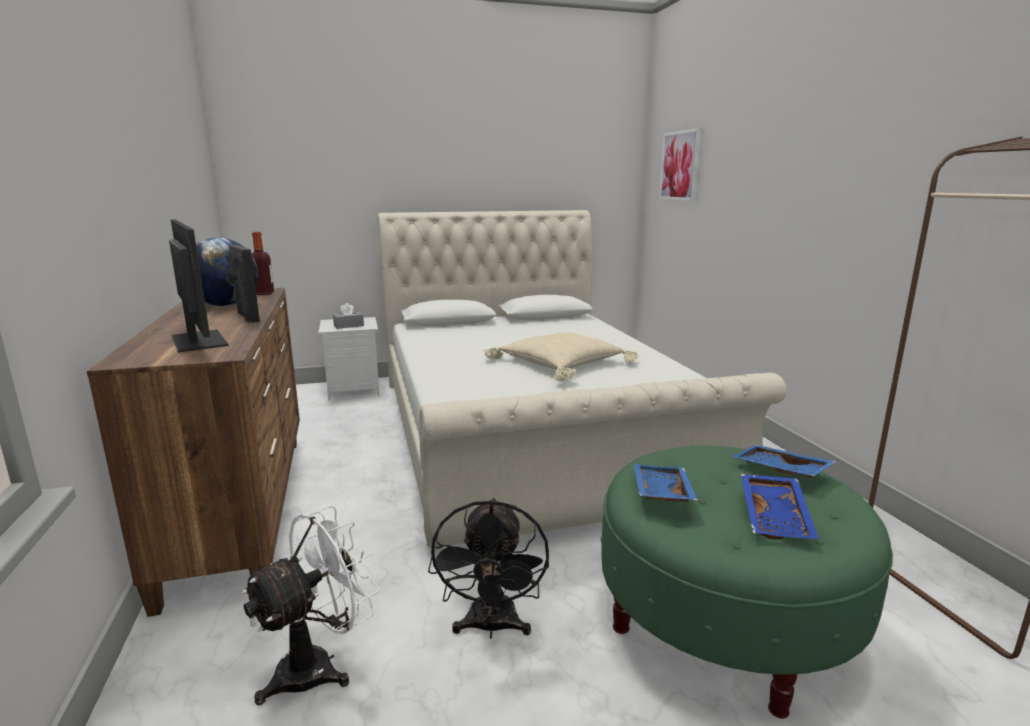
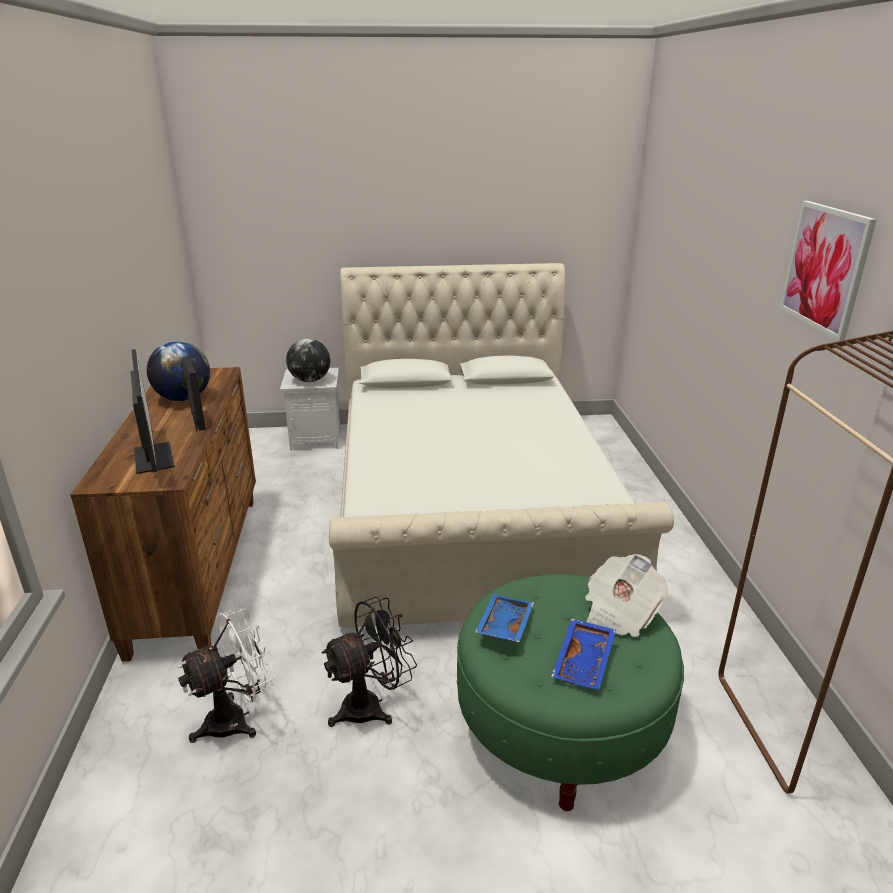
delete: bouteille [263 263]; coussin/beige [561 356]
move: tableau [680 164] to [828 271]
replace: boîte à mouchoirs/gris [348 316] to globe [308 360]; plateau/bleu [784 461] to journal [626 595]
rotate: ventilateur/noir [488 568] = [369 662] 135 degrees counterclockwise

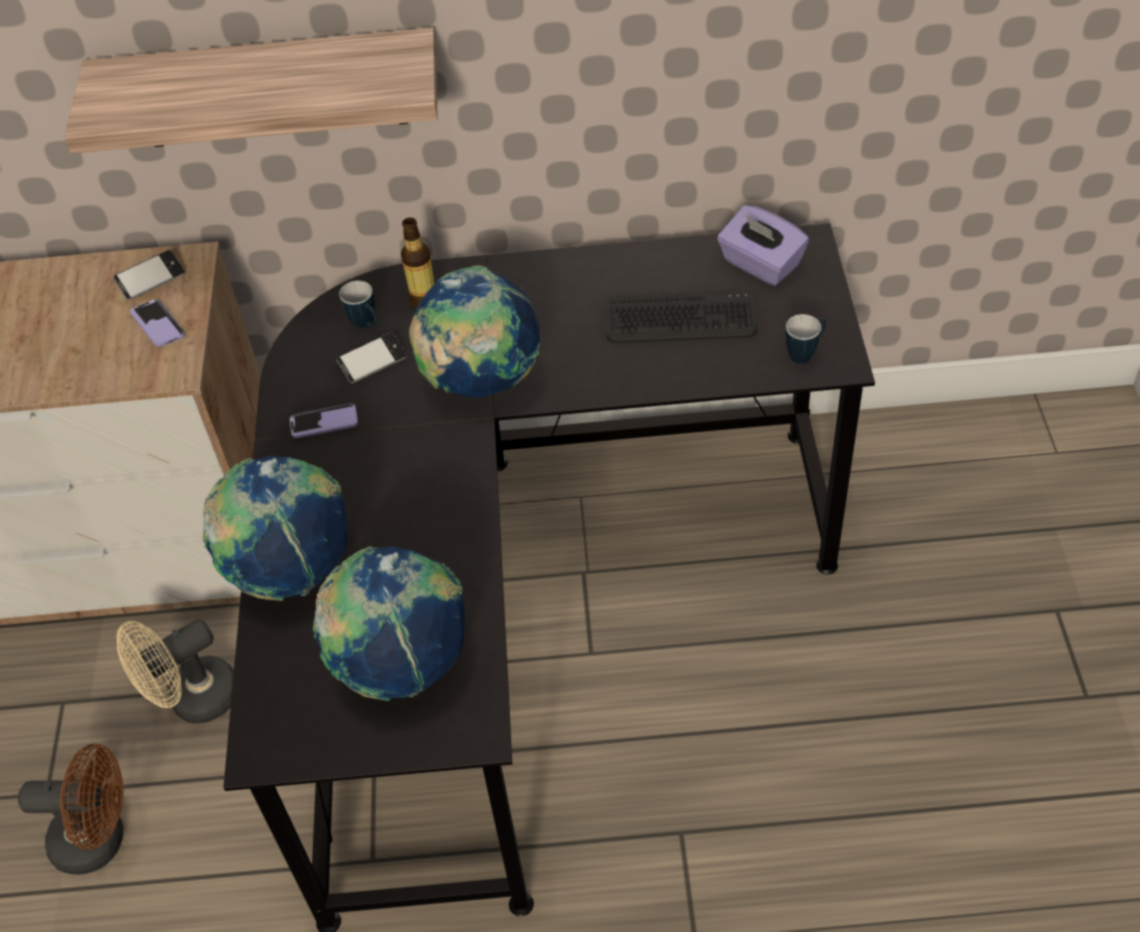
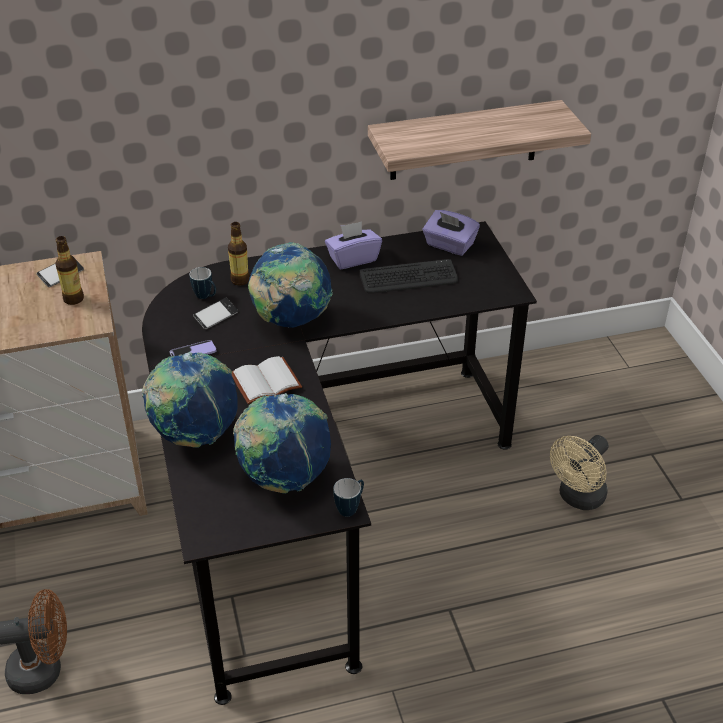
insert: livre/blanc [267 380]; boîte à mouchoirs/violet [353 245]
move: étagère [251 90] to [479 140]; ventilateur/beige [175 671] to [579 472]; mug [805 339] to [348 497]
replace: téléphone [157 323] to bouteille [69 270]

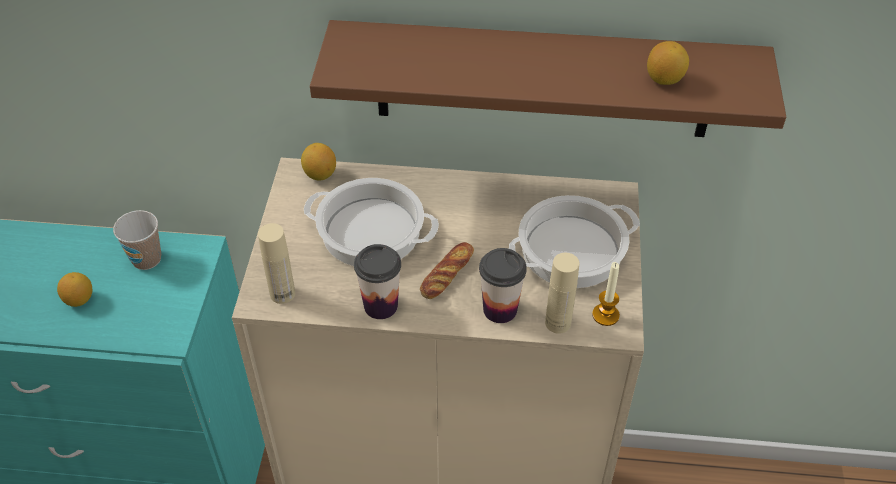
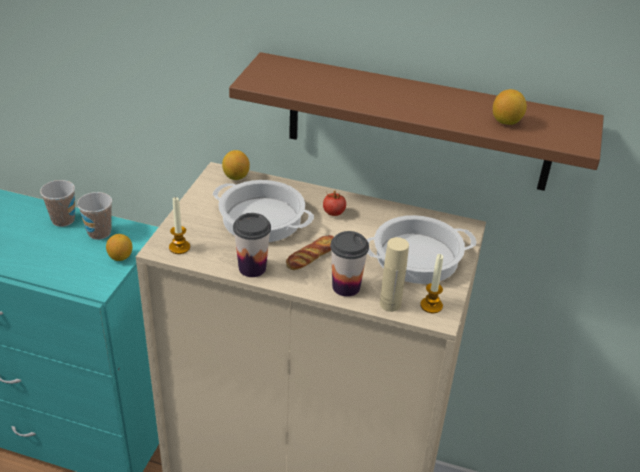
insert: tasse [57 203]; tomate [334 203]
move: citron [74 289] to [119 247]
replace: bouteille/beige [276 263] to bougie [179 225]

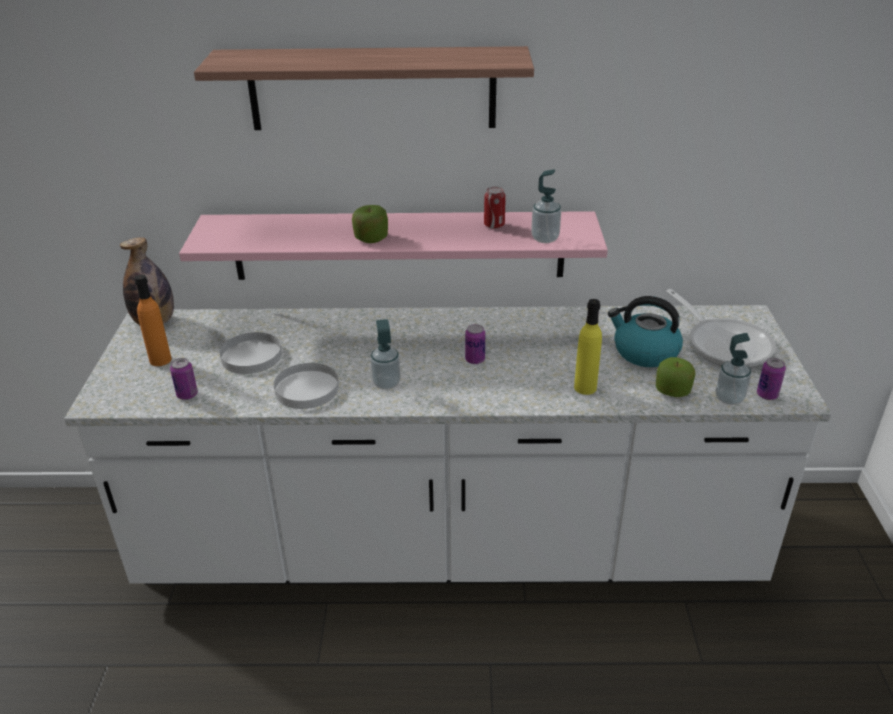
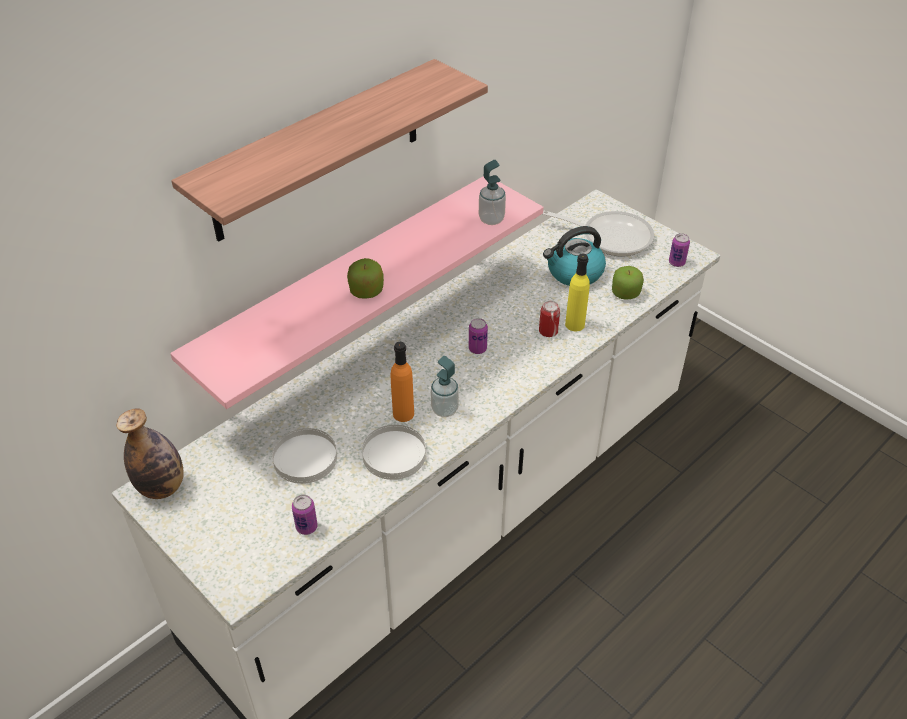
delete: distributeur de savon [733 369]
move: bouteille/orange [153 320] to [402 382]; boîte métallique [495 208] to [549 319]

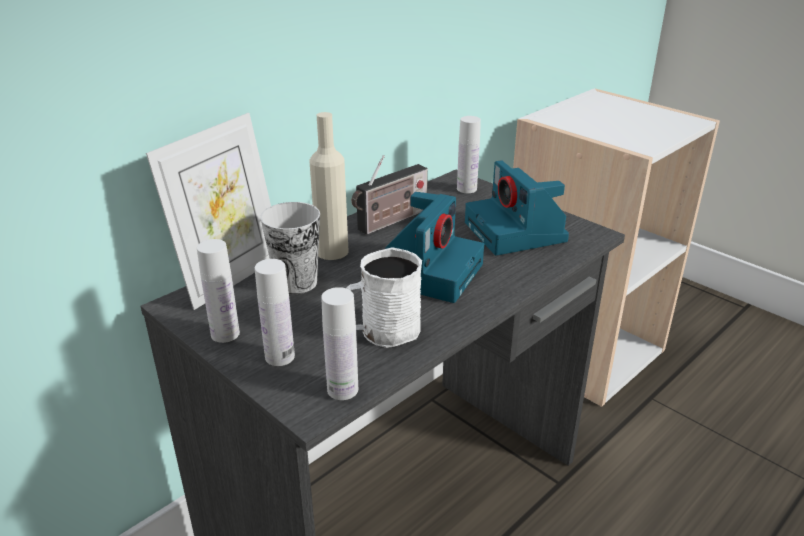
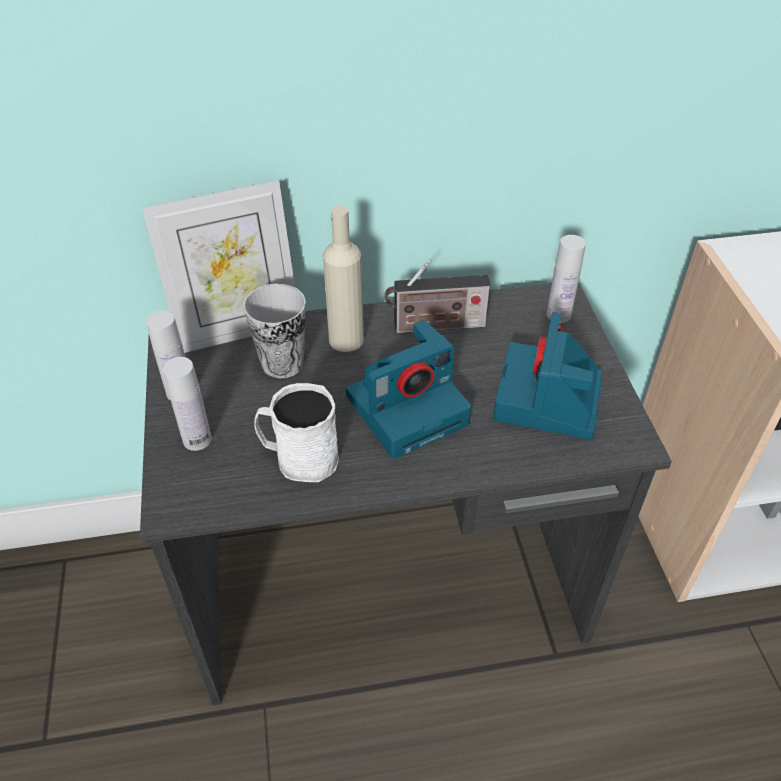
delete: bouteille/blanc [339 343]

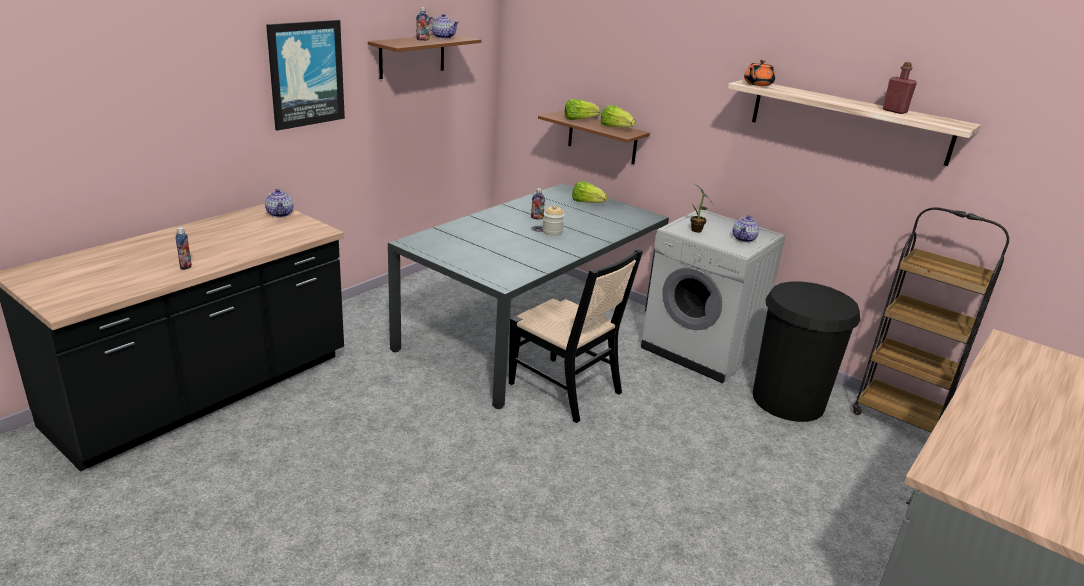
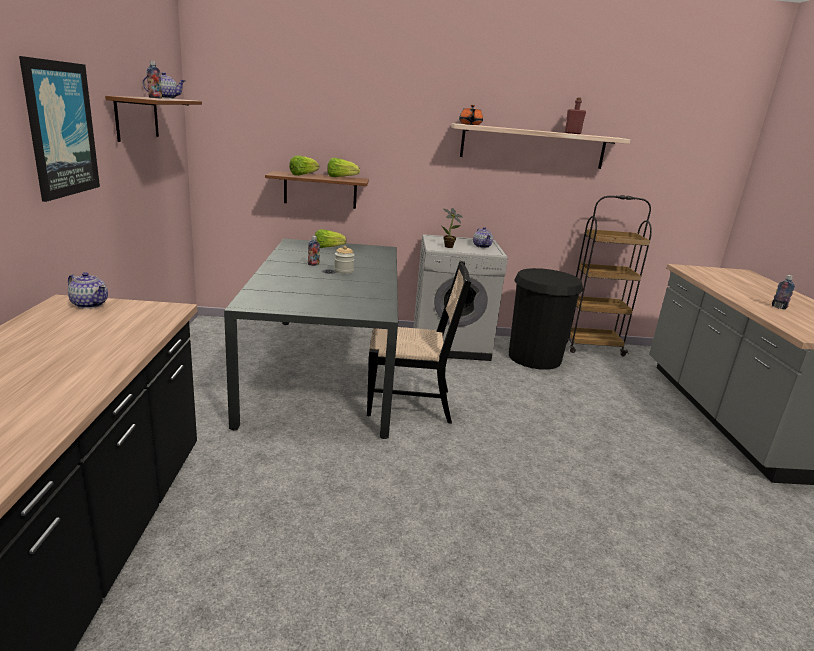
move: bouteille [183 248] to [783 292]

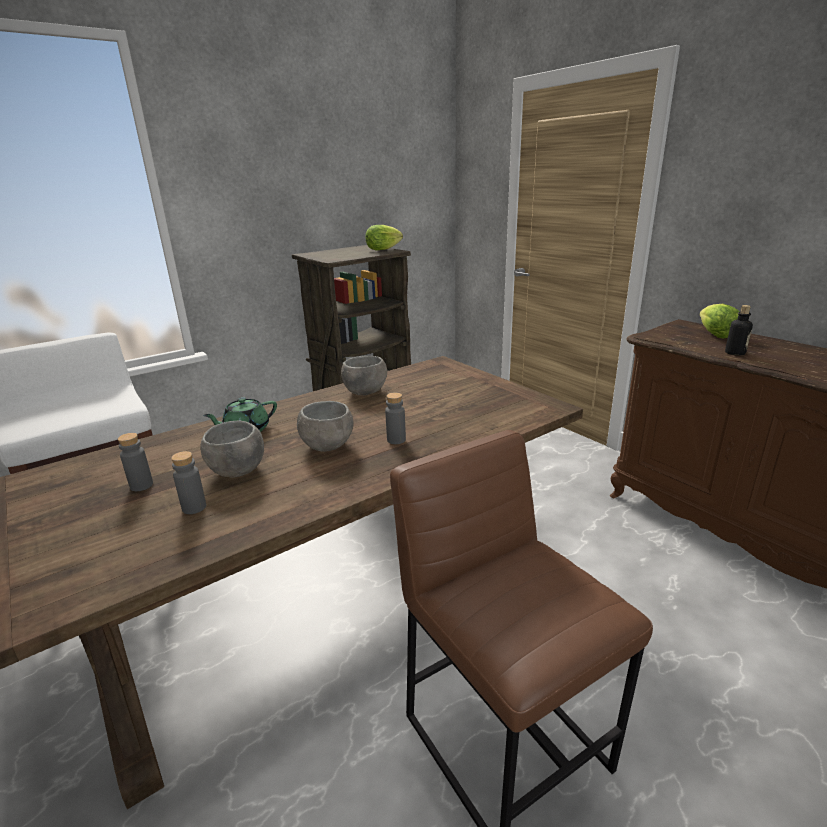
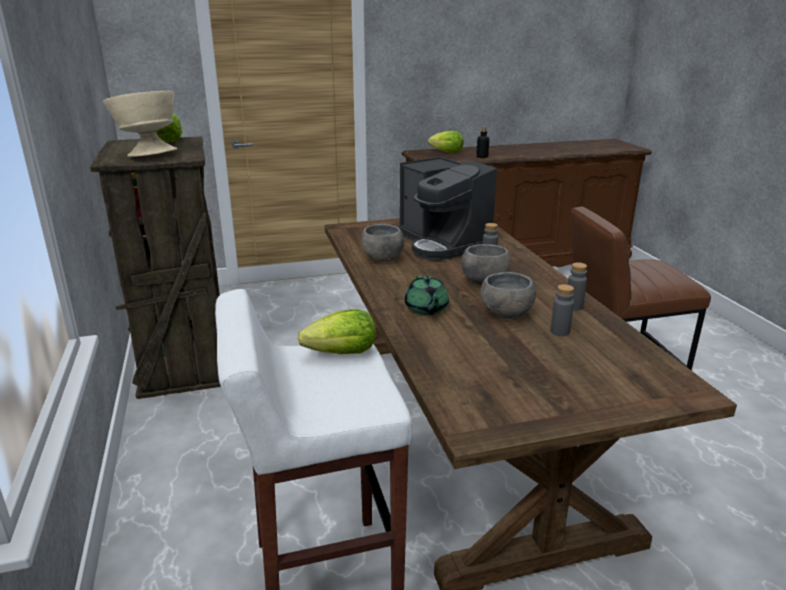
insert: bol/beige [140 124]; laitue [337 331]; machine à café [447 208]
move: bouteille/gris [135 462] to [577 286]

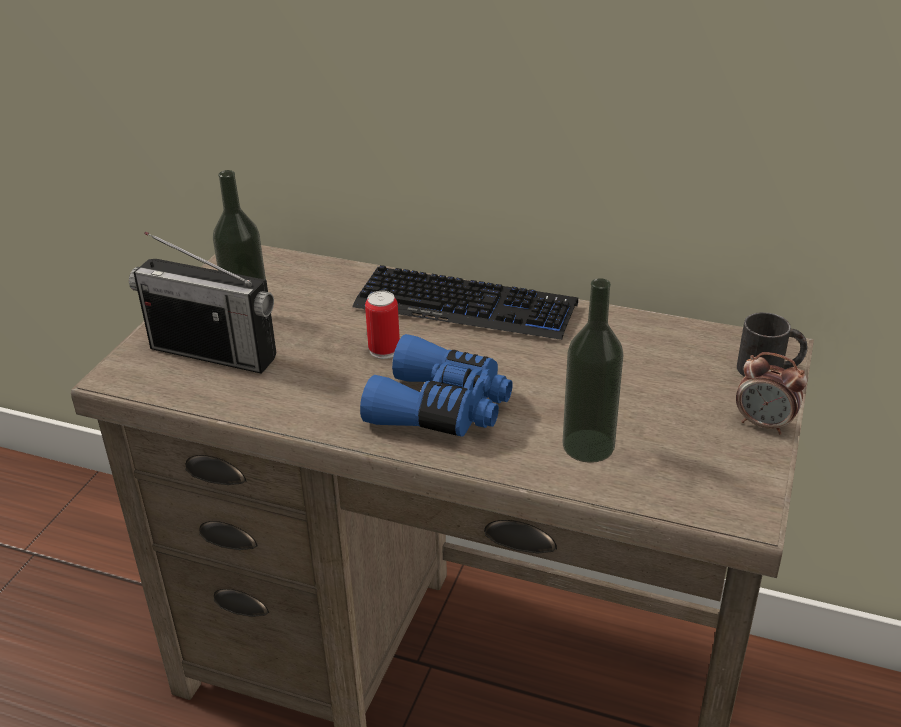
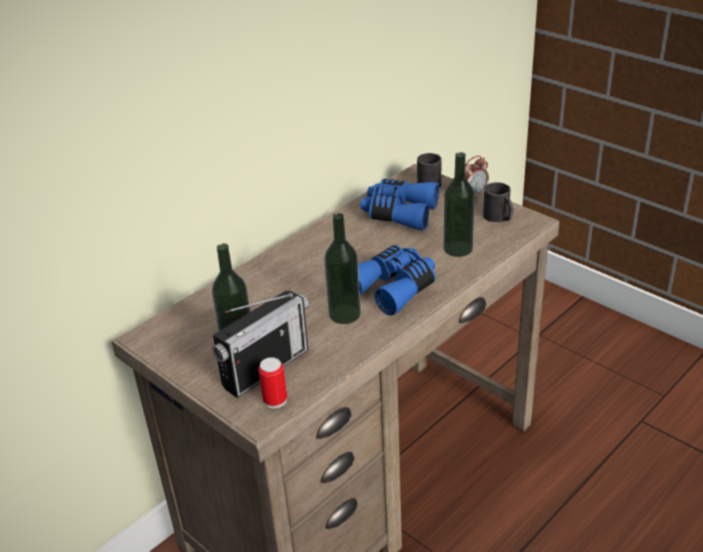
delete: clavier [465 302]
insert: bouteille [342 268]; jumelles/bleu [399 204]; mug/noir [498 202]
move: boîte métallique [382 325] to [272 382]

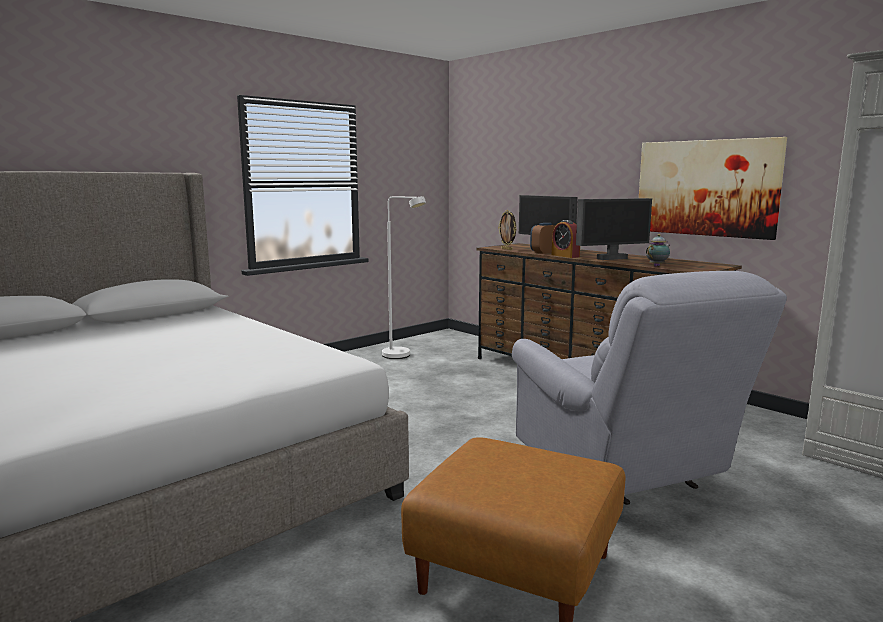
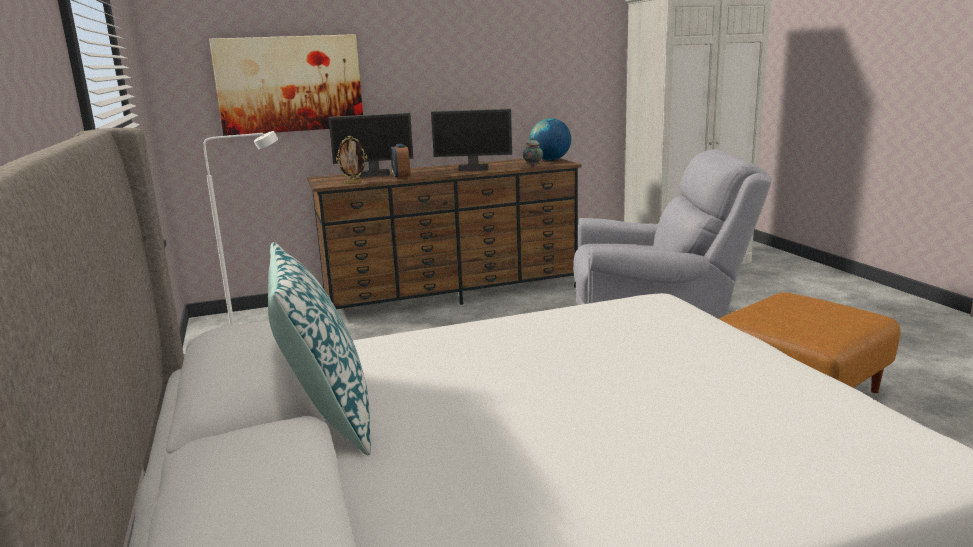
delete: réveil [566 239]
insert: coussin [319 348]; globe [550 139]
move: tableau [713 188] to [286 85]
rotate: écran d'ordinateur [614 229] = [471 140] 90 degrees clockwise

